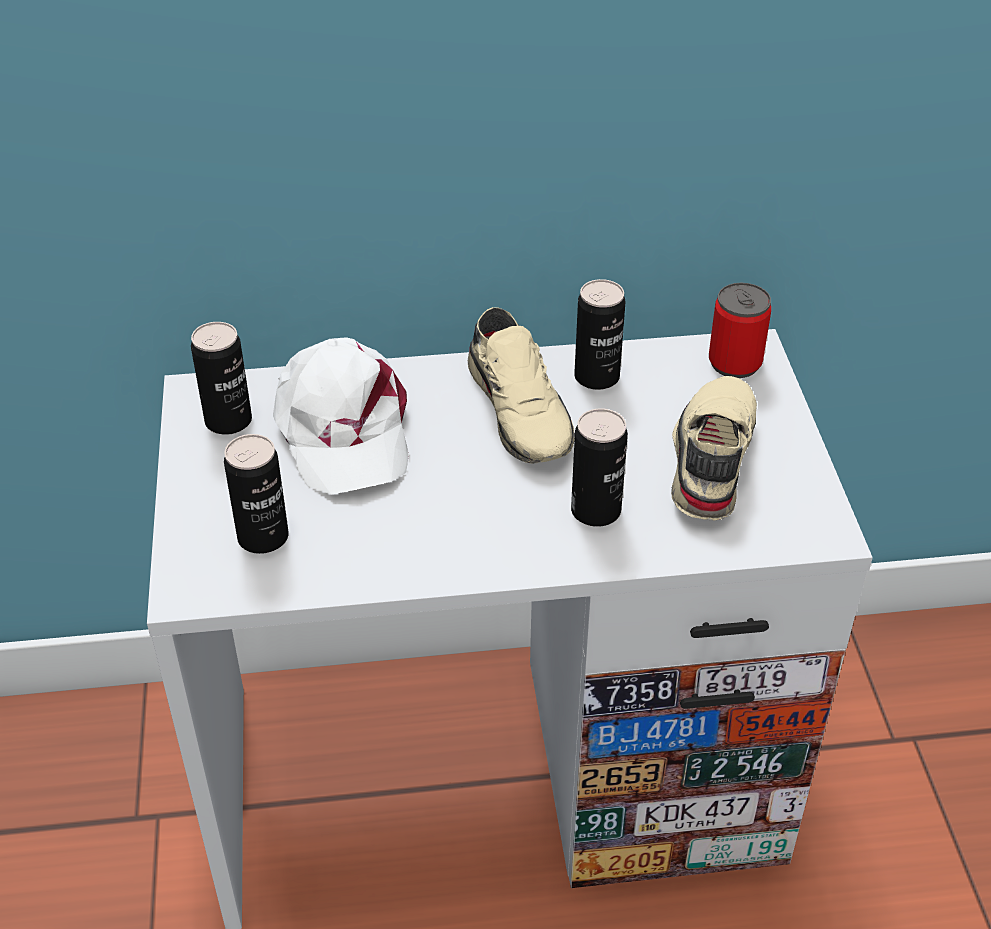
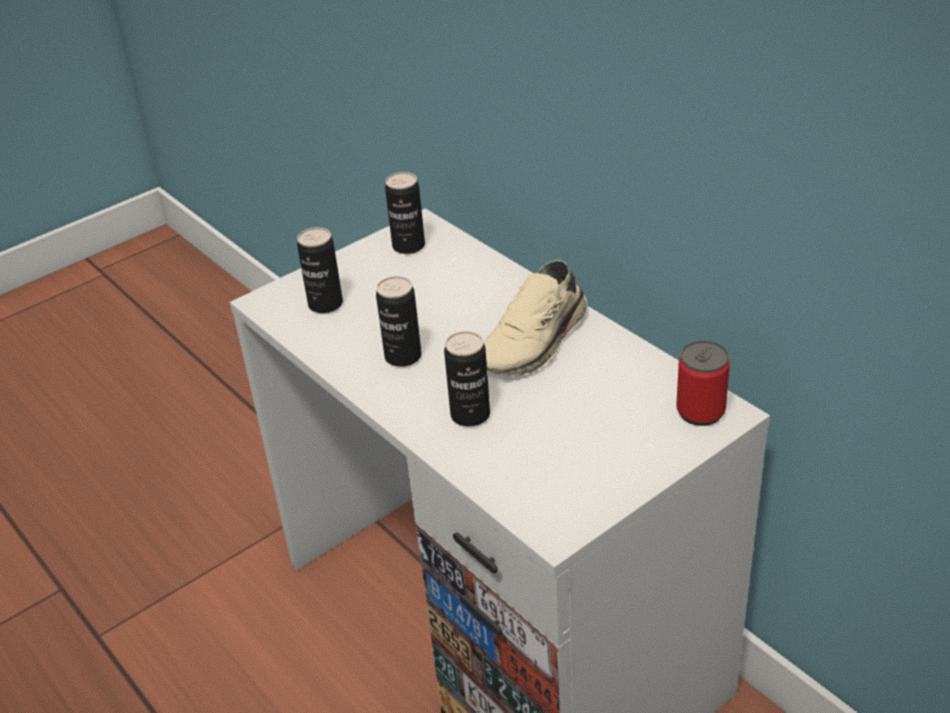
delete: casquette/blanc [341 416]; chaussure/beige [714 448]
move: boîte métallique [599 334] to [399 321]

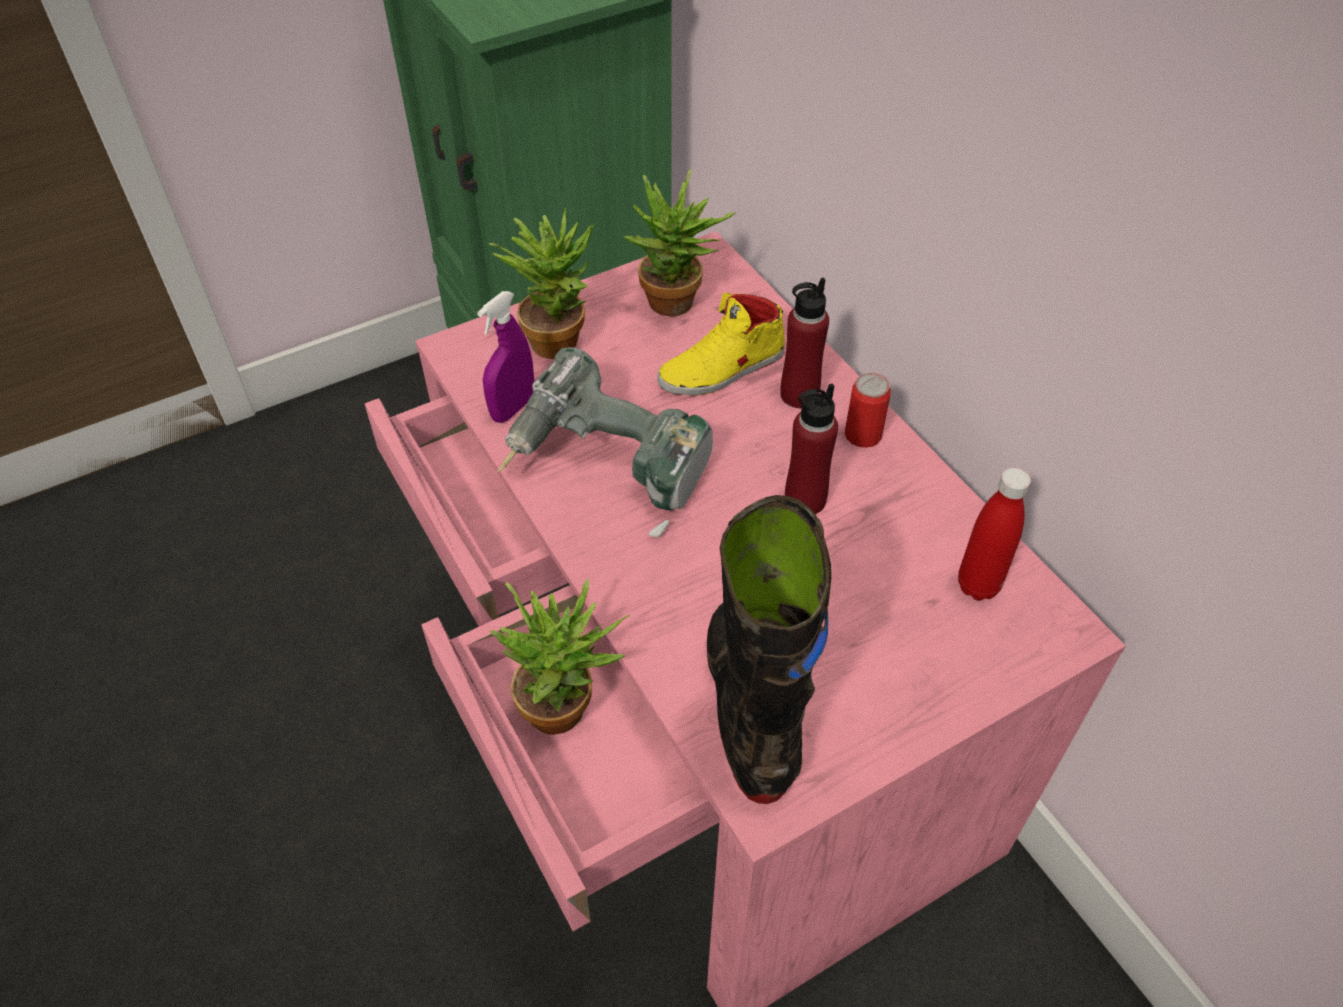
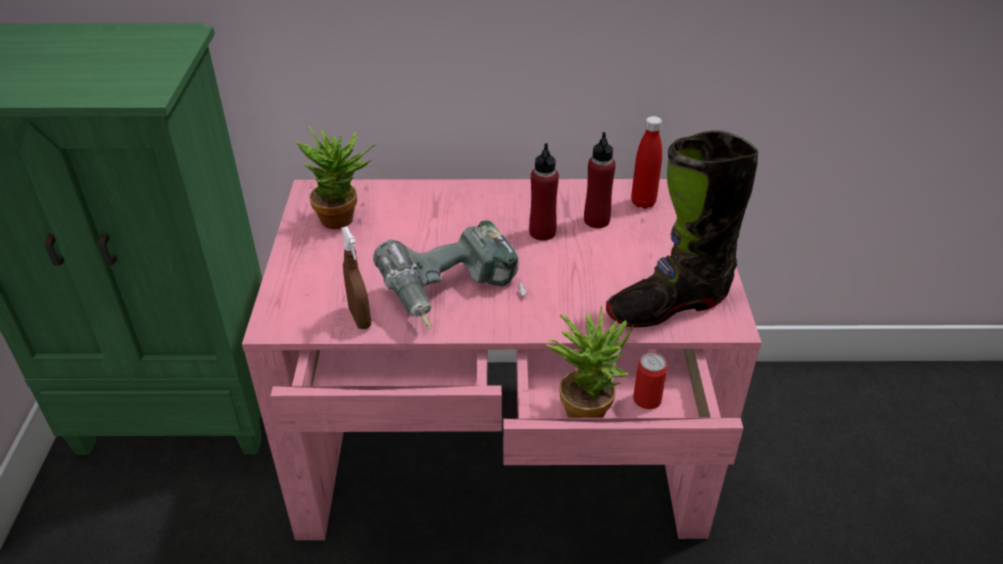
delete: plante en pot [541 283]; chaussure/jaune [721 344]
move: bouteille/rouge [804 343] to [600 180]; boîte métallique [868 410] to [650 381]
recolor: vaporisateur/violet [505 357] to vaporisateur/marron [356 277]
rotate: botte/noir [769 649] = [682 229] 45 degrees counterclockwise

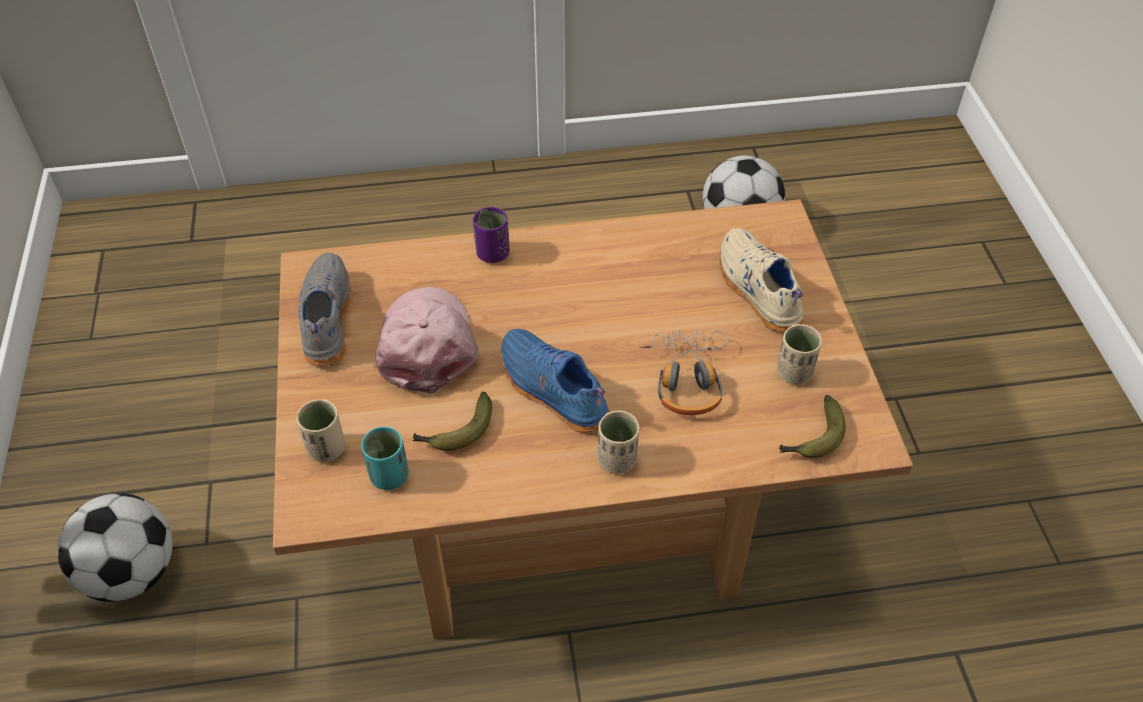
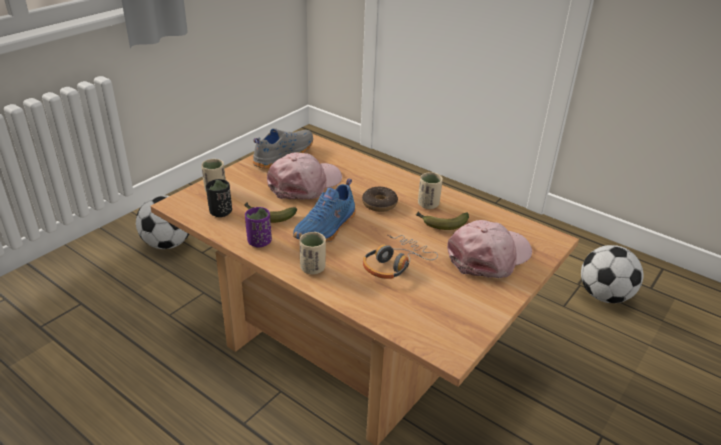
insert: beignet [380 199]
move: tasse/violet [491 235] to [258 227]; tasse/beige [799 354] to [430 190]; banane [812 426] to [442 220]
replace: chaussure/beige [761 280] to casquette/rose [489 249]
recolor: tasse/turquoise [385 458] to tasse/noir [219 198]
rotate: chaussure/bleu [555 381] = [324 210] 150 degrees counterclockwise

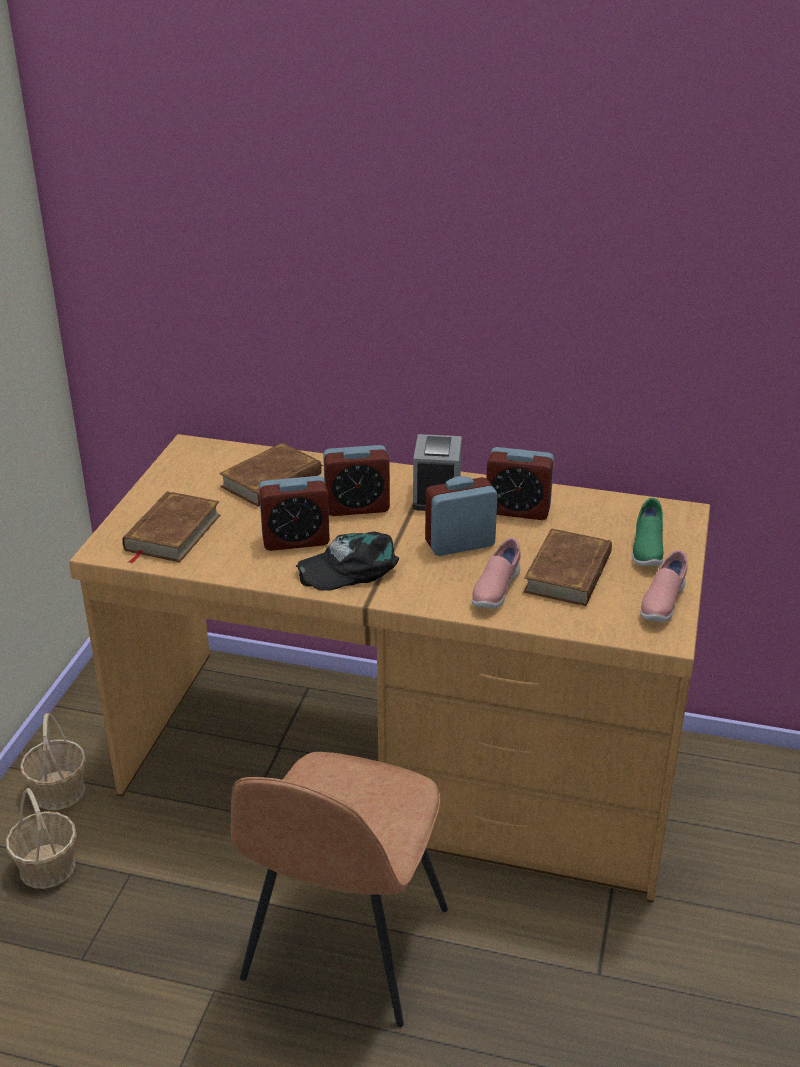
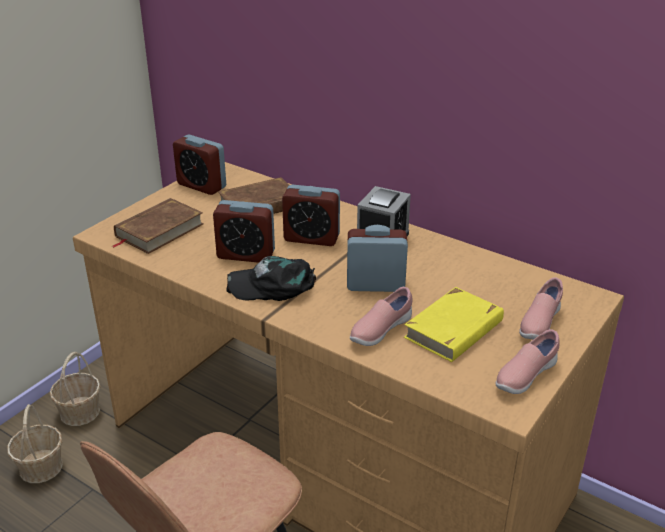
move: réveil [520 483] to [199 165]
recolor: livre/marron [567 567] to livre/jaune [454 324]; chaussure/vert [647 532] to chaussure/rose [541 308]

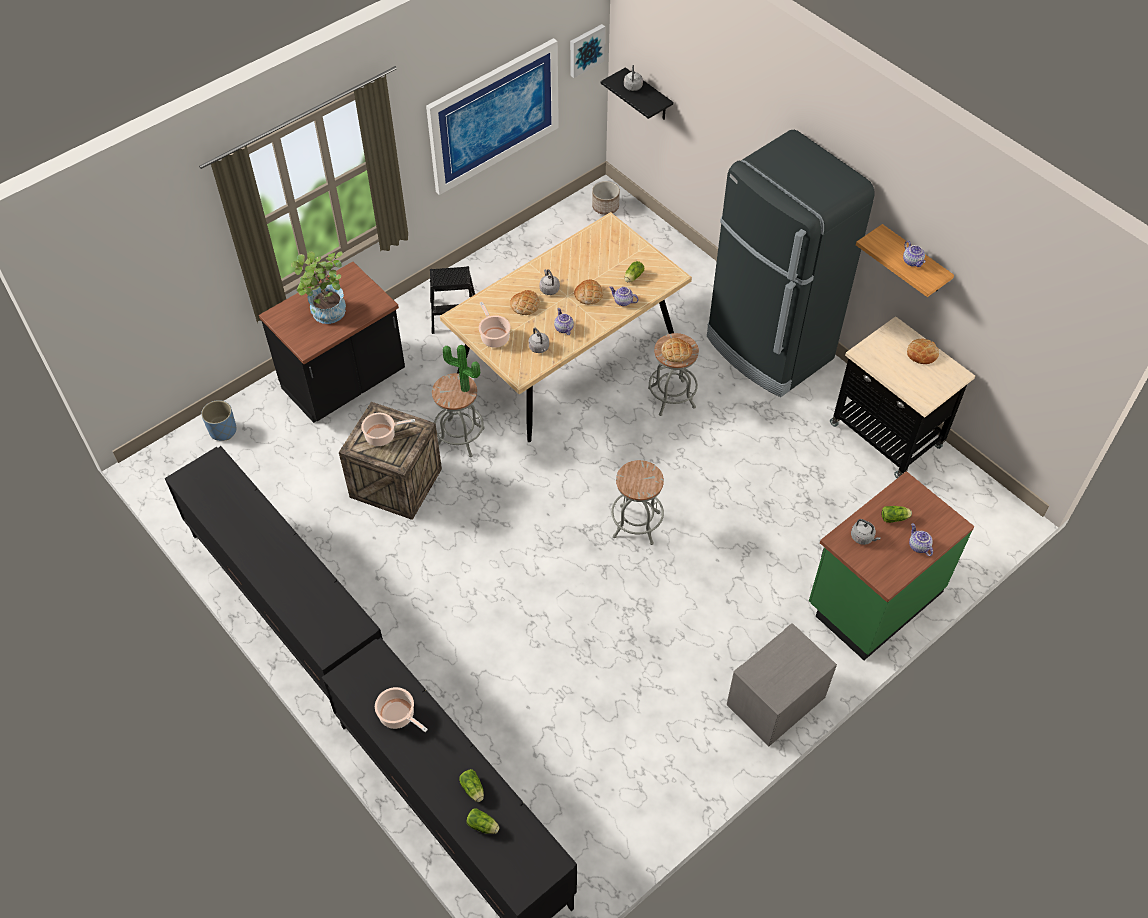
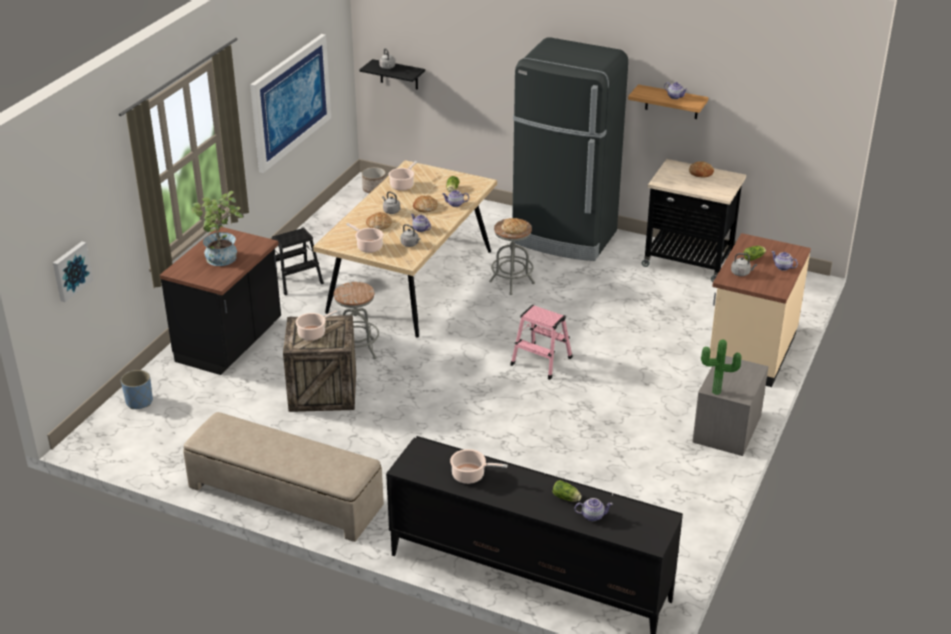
insert: marmite [403 176]
move: plante en pot [461 368] to [721 367]; tableau [587 51] to [73 271]
replace: meuble de rangement/noir [274 572] to banc/beige [283 477]; laitue [482 821] to théière [593 509]; tabouret/gris [637 502] to escabeau/rose [541 342]
recolor: comptoir de cuisine/vert [891 565] to comptoir de cuisine/beige [760 310]

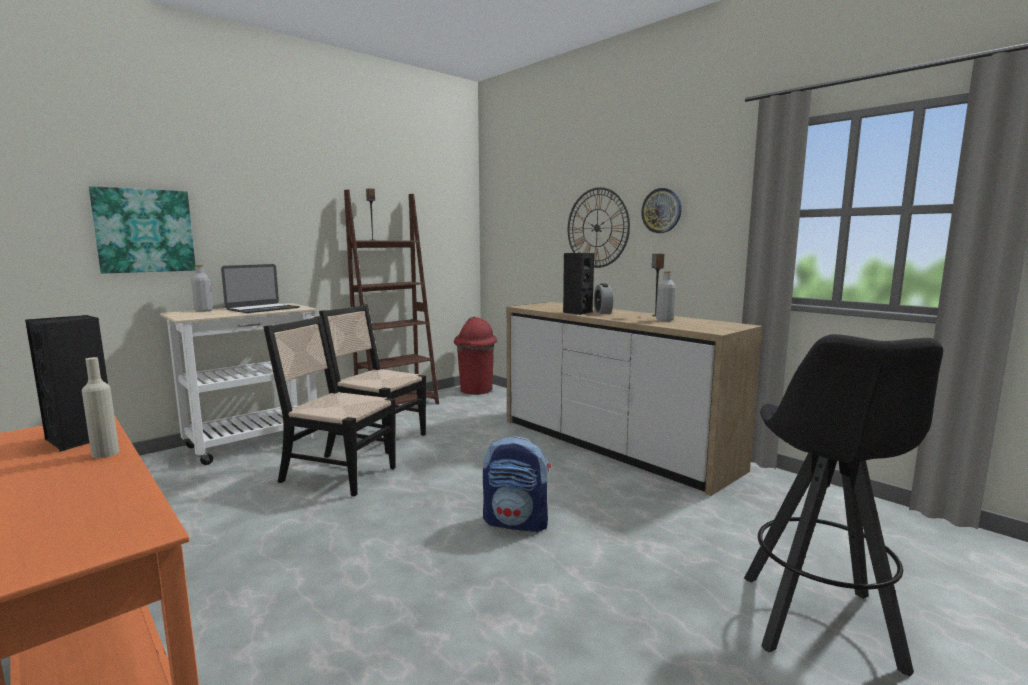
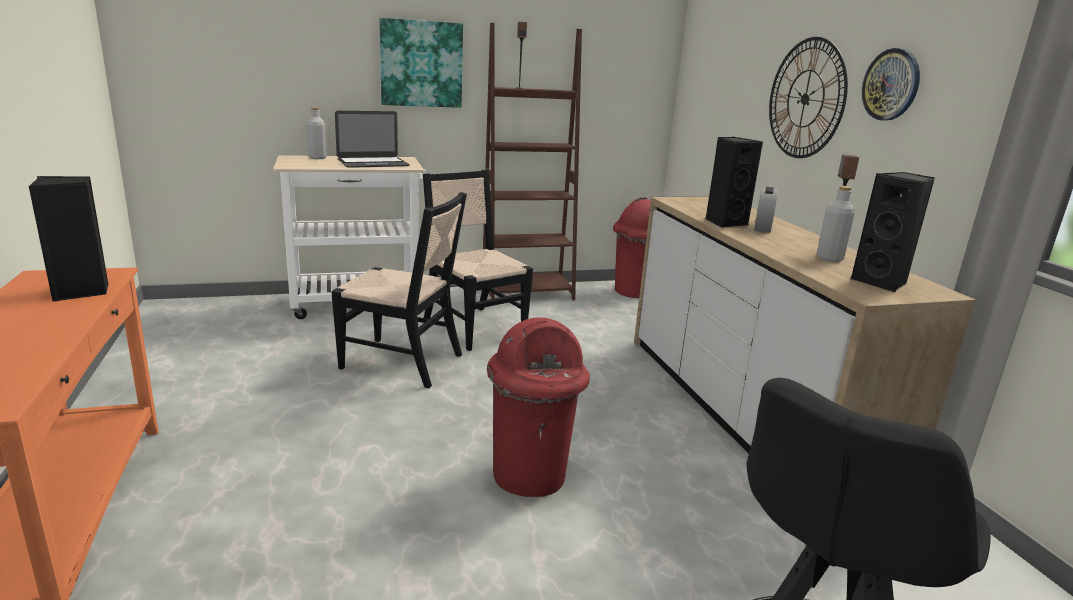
delete: bouteille/beige [100 407]
insert: enceinte/noir [893 232]
move: tableau [142 230] to [421 63]
replace: sac à dos [517 484] to poubelle/rouge [538 407]
rotate: chaise [329 406] = [399 290] 150 degrees clockwise

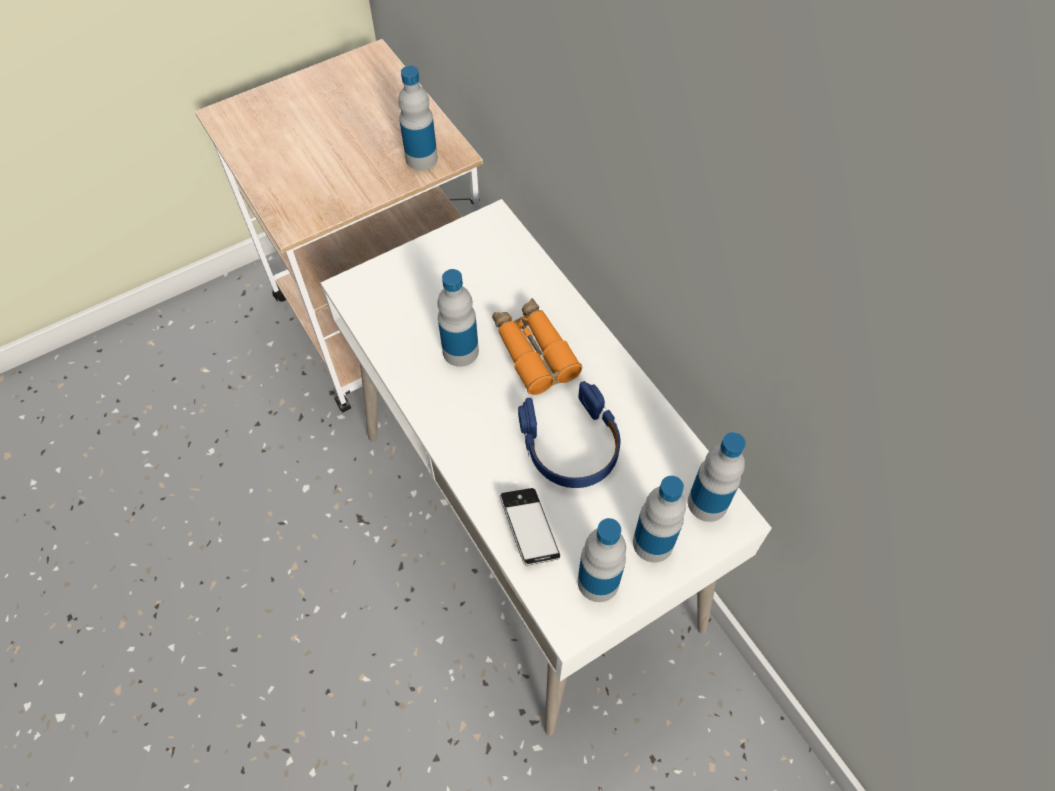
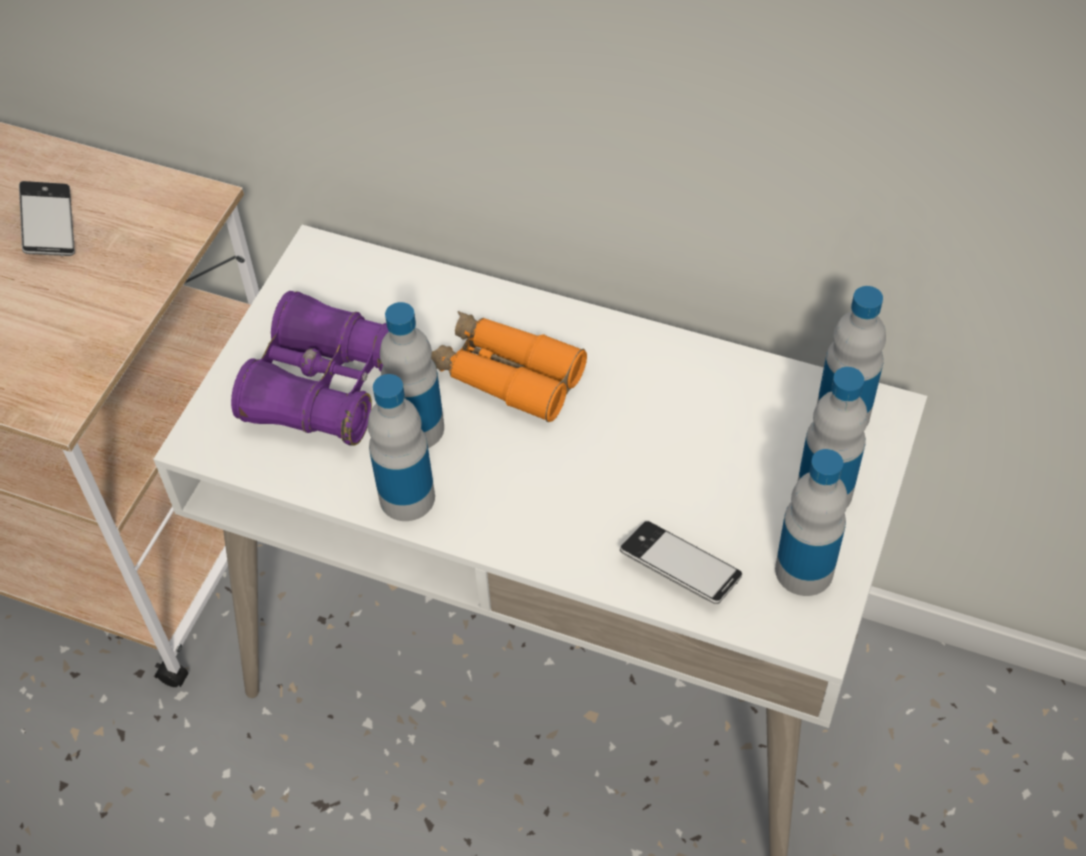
delete: casque audio/bleu [569 434]
insert: téléphone [47 218]; jumelles/violet [310 368]
move: bouteille [418 118] to [401 447]

